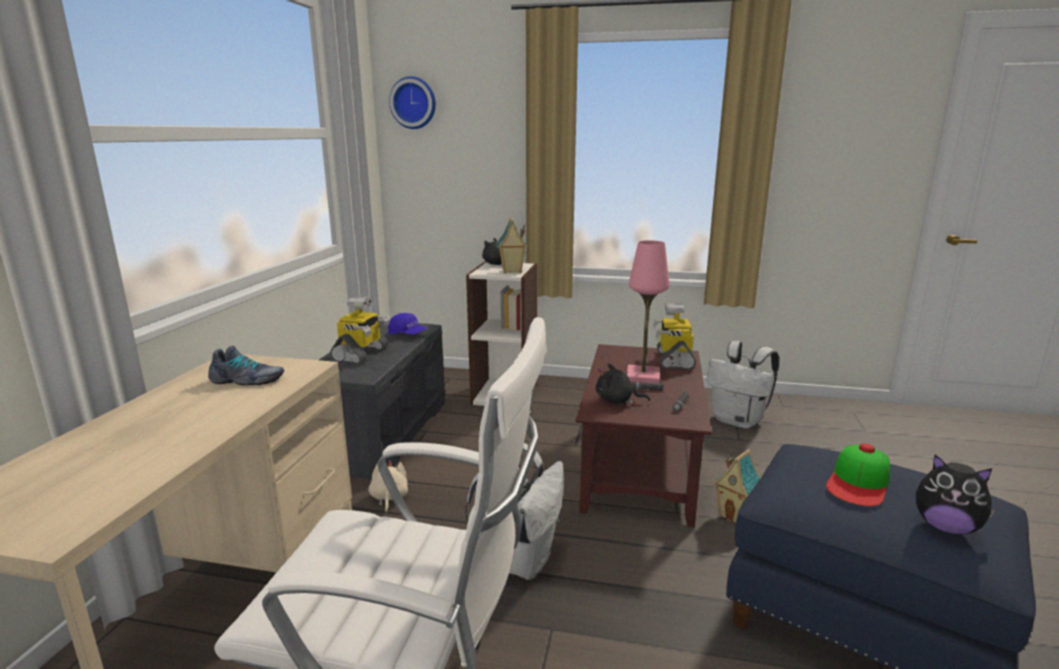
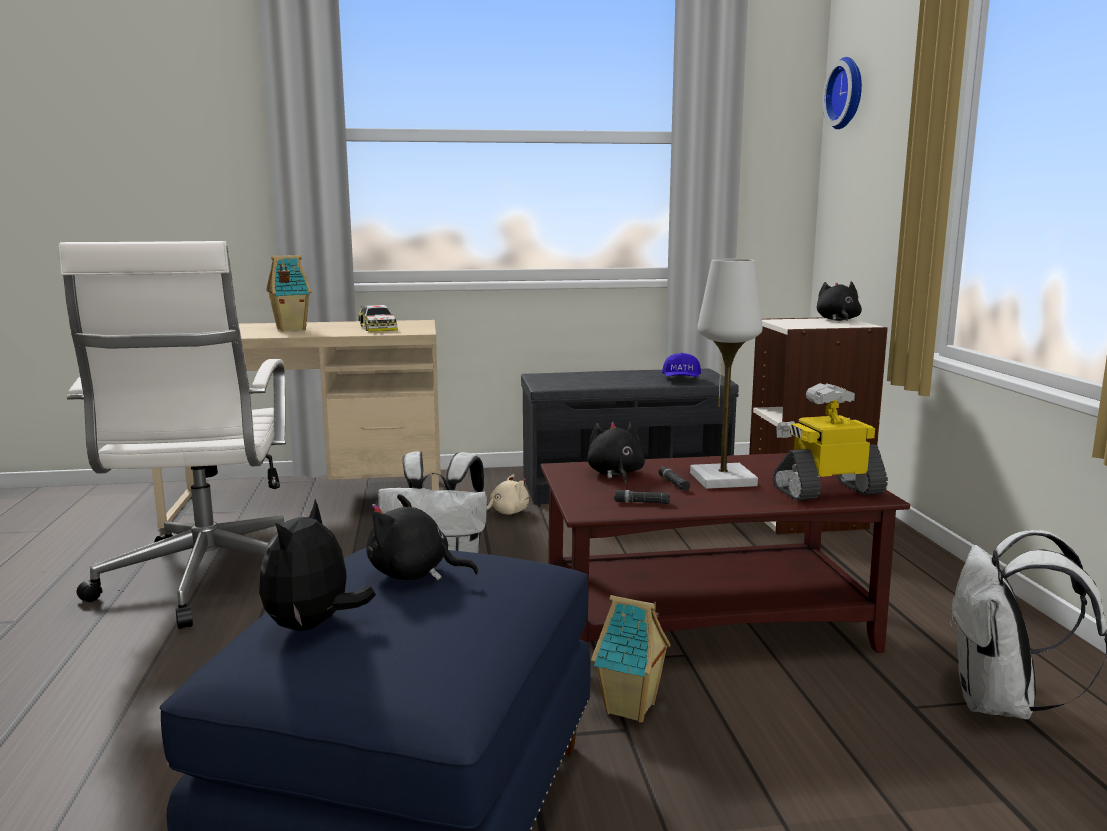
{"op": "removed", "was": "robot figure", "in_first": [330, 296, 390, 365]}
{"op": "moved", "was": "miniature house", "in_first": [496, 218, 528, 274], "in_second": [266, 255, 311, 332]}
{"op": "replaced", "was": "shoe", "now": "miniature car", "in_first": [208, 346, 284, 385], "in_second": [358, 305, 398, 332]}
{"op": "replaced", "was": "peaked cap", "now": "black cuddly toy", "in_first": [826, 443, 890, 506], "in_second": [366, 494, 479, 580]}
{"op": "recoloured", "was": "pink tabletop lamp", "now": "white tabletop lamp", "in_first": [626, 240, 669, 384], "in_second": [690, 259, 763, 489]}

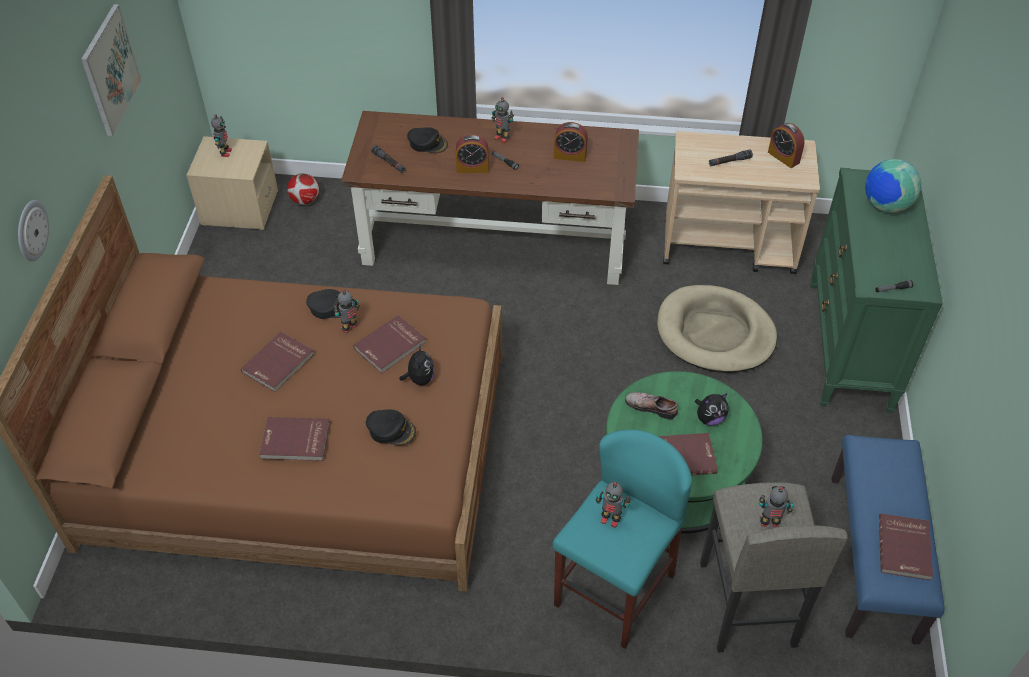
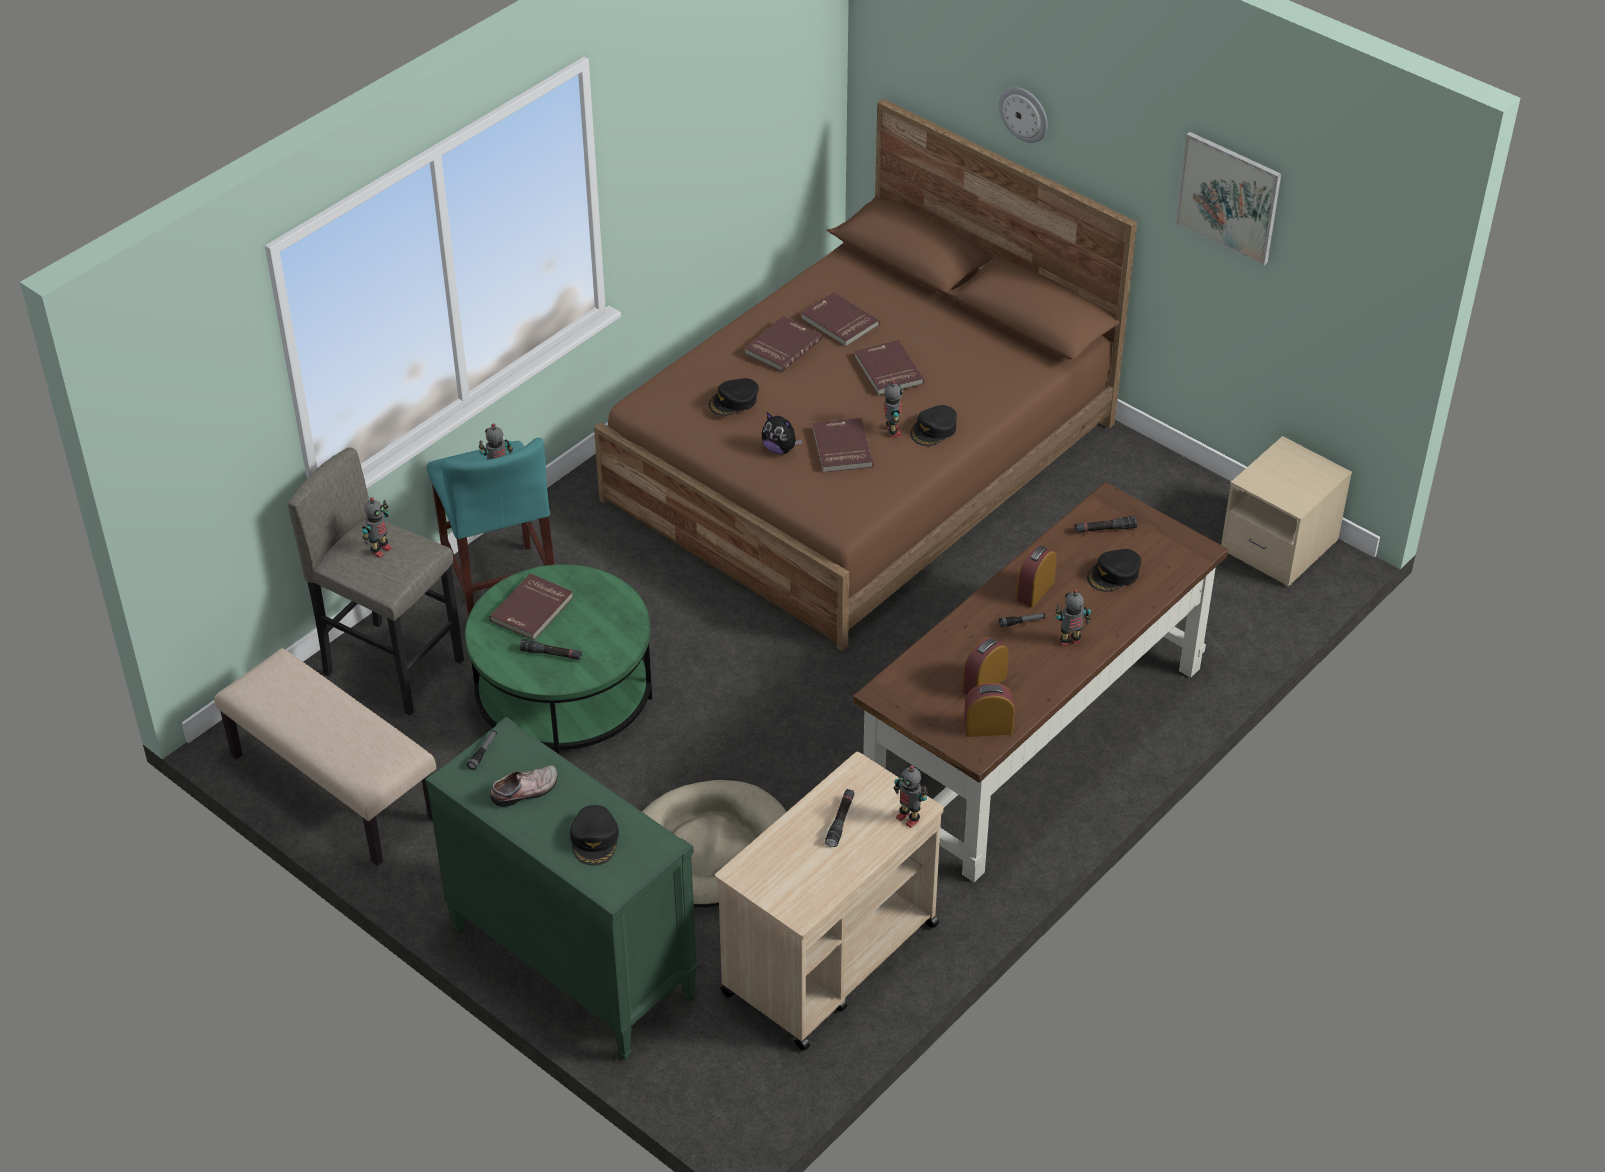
{"op": "removed", "was": "football ball", "in_first": [287, 173, 319, 205]}
{"op": "moved", "was": "robot figure", "in_first": [211, 115, 232, 157], "in_second": [894, 765, 928, 828]}
{"op": "moved", "was": "shoe", "in_first": [625, 392, 678, 419], "in_second": [490, 765, 558, 807]}
{"op": "moved", "was": "alarm clock", "in_first": [768, 123, 805, 168], "in_second": [964, 683, 1015, 737]}
{"op": "moved", "was": "red book", "in_first": [879, 514, 933, 580], "in_second": [801, 292, 880, 347]}
{"op": "replaced", "was": "cuddly toy", "now": "black torch", "in_first": [695, 393, 728, 426], "in_second": [520, 639, 582, 660]}
{"op": "replaced", "was": "globe", "now": "black peaked cap", "in_first": [865, 159, 921, 213], "in_second": [570, 805, 619, 866]}
{"op": "recoloured", "was": "blue-coloured indoor bench", "now": "sand-coloured indoor bench", "in_first": [832, 435, 945, 644], "in_second": [214, 648, 436, 866]}

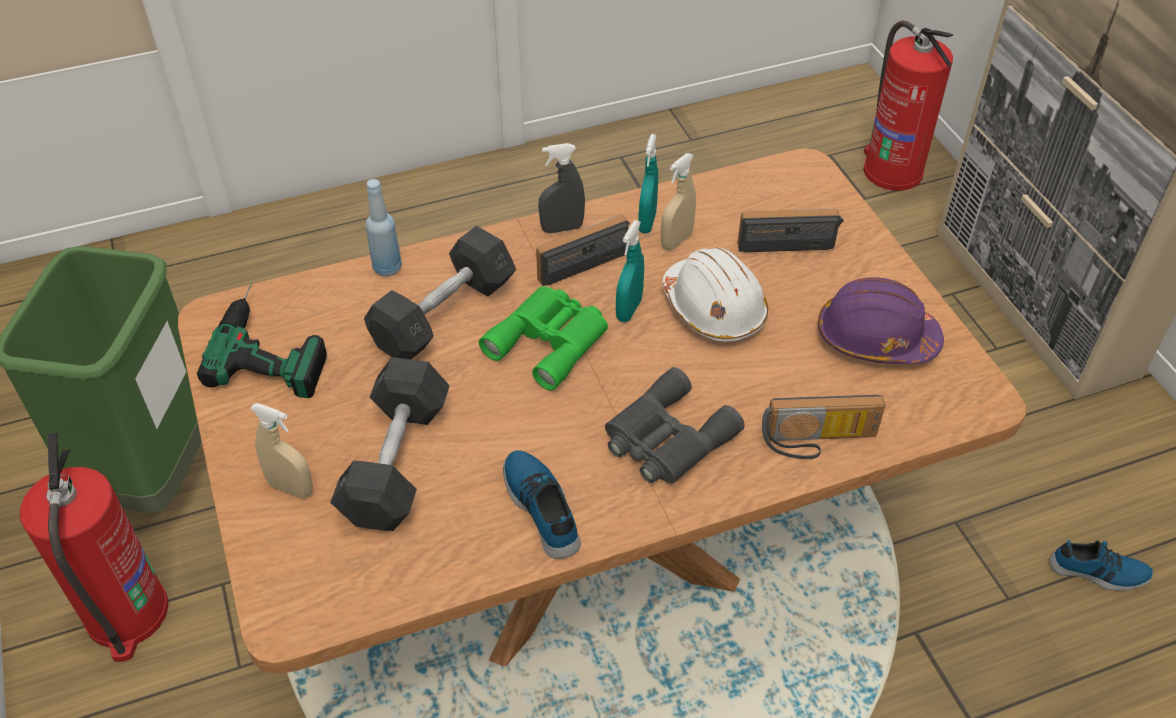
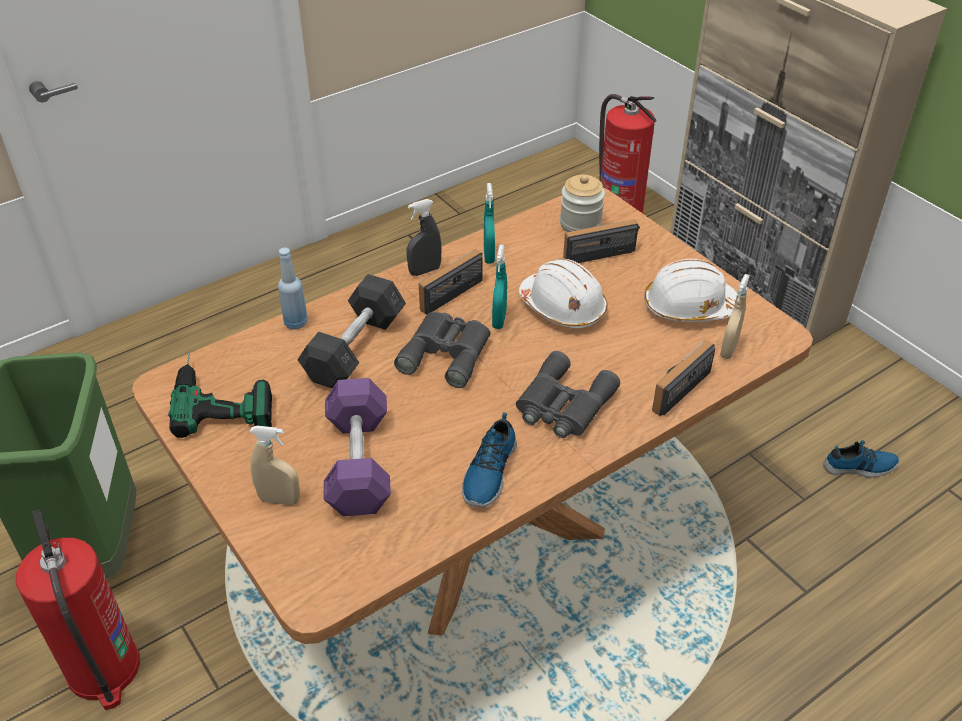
{"op": "added", "now": "storage jar", "in_second": [560, 174, 605, 232]}
{"op": "moved", "was": "sand-coloured spray bottle", "in_first": [661, 153, 696, 250], "in_second": [720, 274, 750, 359]}
{"op": "recoloured", "was": "greyish hand weight", "now": "purple hand weight", "in_first": [330, 357, 450, 531], "in_second": [323, 378, 391, 516]}
{"op": "recoloured", "was": "green binoculars", "now": "greyish binoculars", "in_first": [479, 287, 608, 391], "in_second": [394, 312, 490, 388]}
{"op": "recoloured", "was": "purple hard hat", "now": "white hard hat", "in_first": [818, 277, 944, 364], "in_second": [644, 259, 737, 322]}
{"op": "turned", "was": "shoe", "in_first": [503, 450, 581, 559], "in_second": [462, 412, 517, 507], "clockwise": -120}
{"op": "turned", "was": "radio set", "in_first": [762, 395, 885, 459], "in_second": [652, 340, 715, 416], "clockwise": 150}

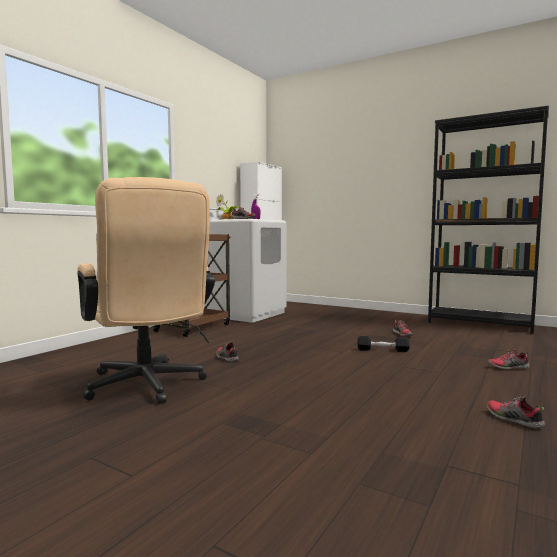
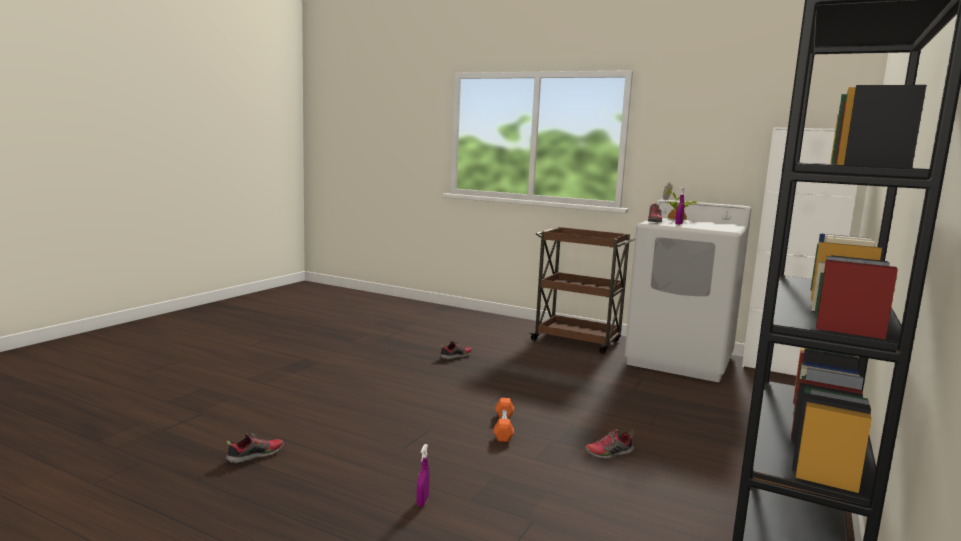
{"op": "removed", "was": "sand-coloured computer chair", "in_first": [77, 177, 215, 404]}
{"op": "replaced", "was": "shoe", "now": "purple spray bottle", "in_first": [487, 349, 530, 370], "in_second": [417, 444, 430, 507]}
{"op": "recoloured", "was": "black hand weight", "now": "orange hand weight", "in_first": [357, 336, 410, 352], "in_second": [494, 398, 514, 442]}

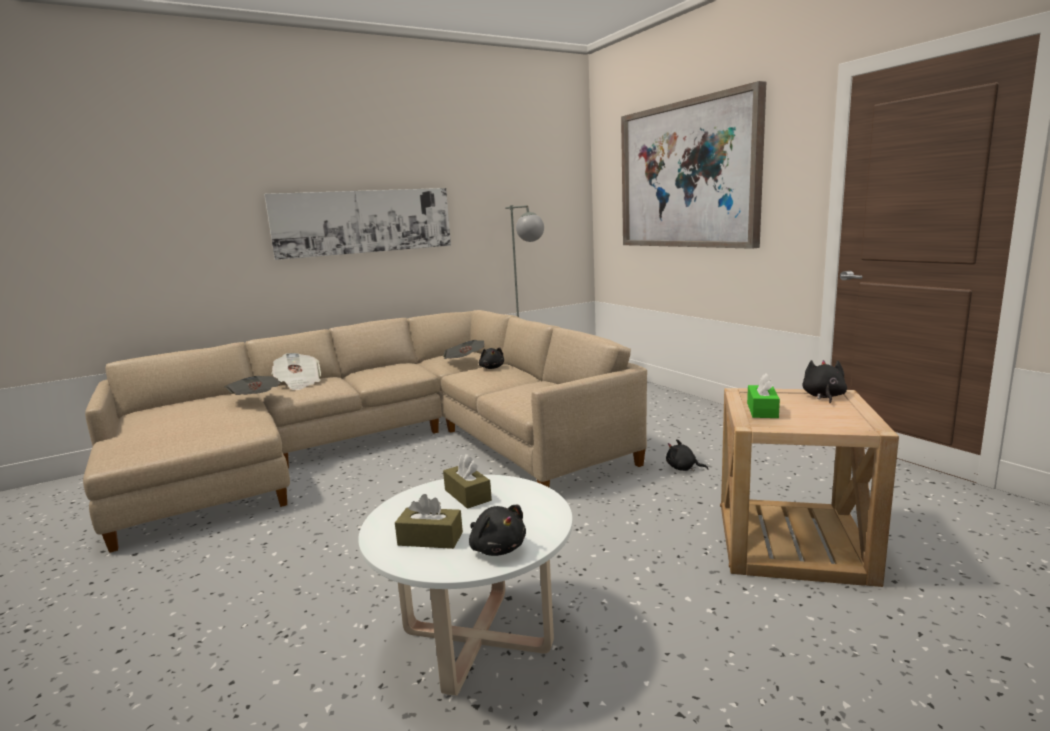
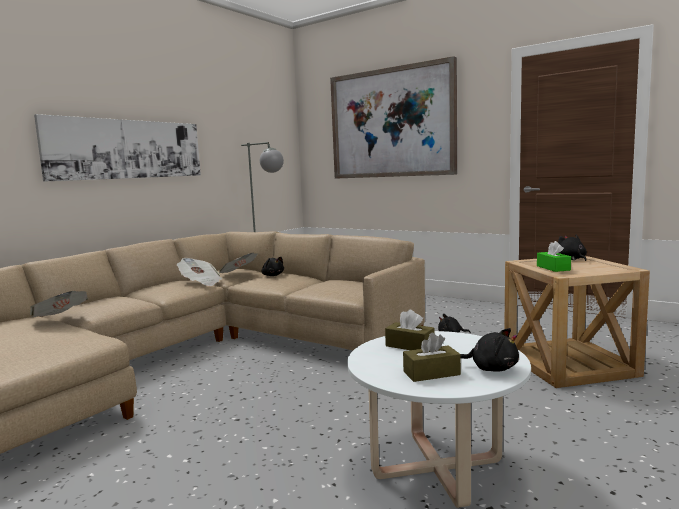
{"op": "moved", "was": "printed paper", "in_first": [271, 353, 321, 390], "in_second": [177, 258, 223, 286]}

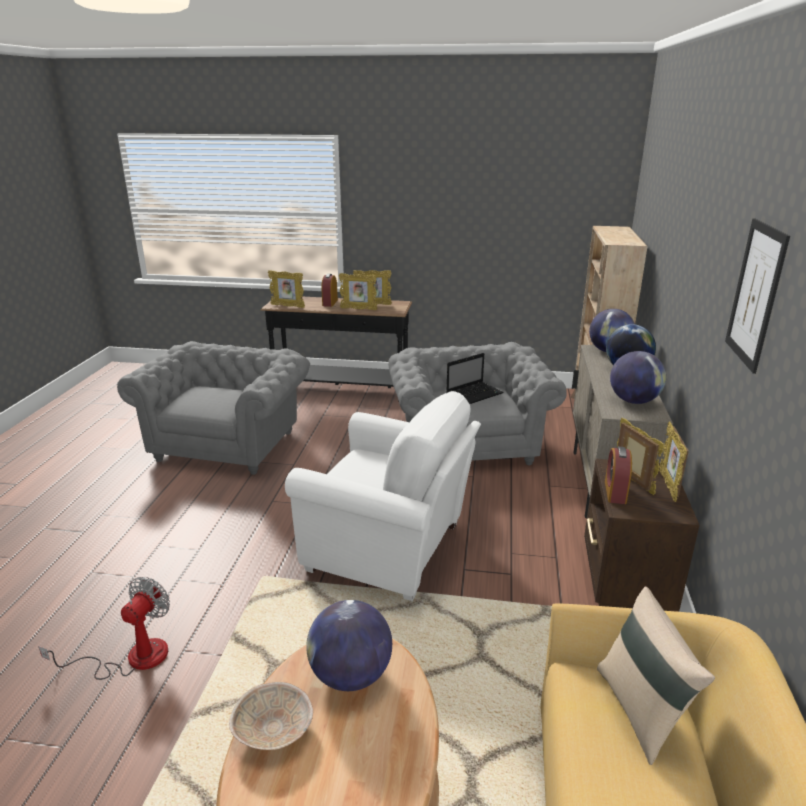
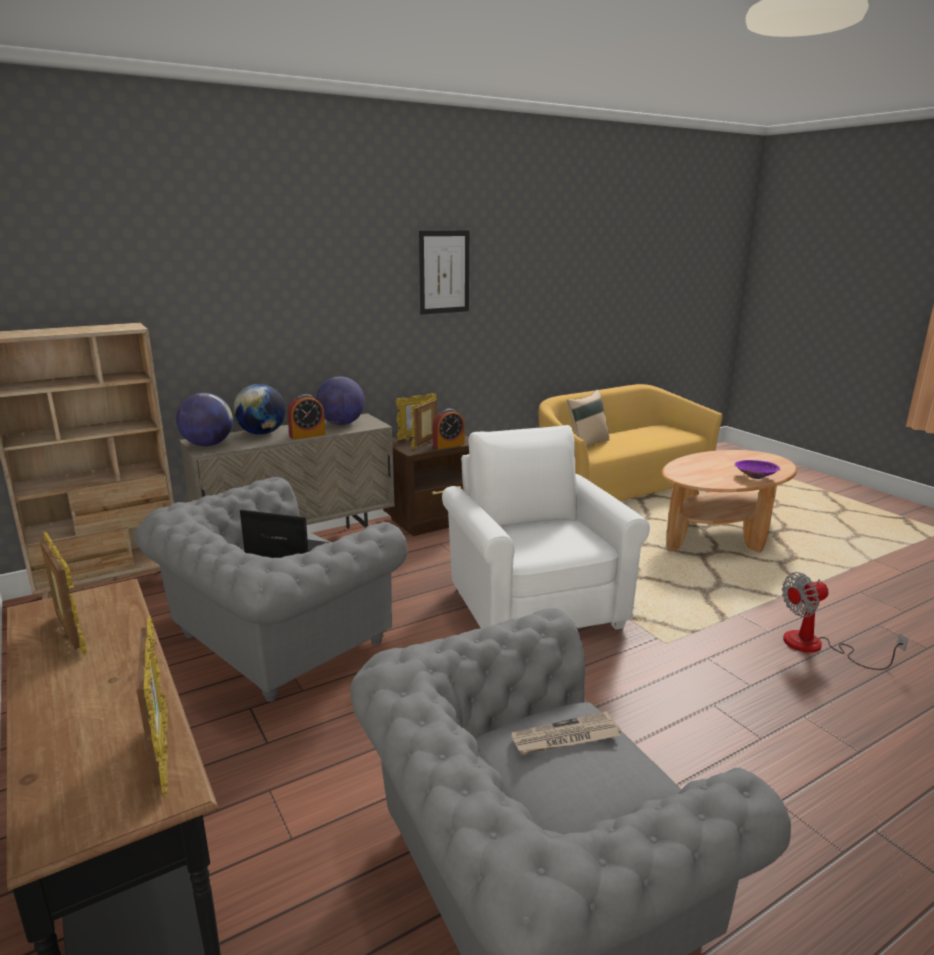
{"op": "removed", "was": "globe", "in_first": [306, 600, 392, 691]}
{"op": "removed", "was": "picture frame", "in_first": [339, 273, 377, 310]}
{"op": "added", "now": "printed paper", "in_second": [511, 711, 621, 755]}
{"op": "moved", "was": "alarm clock", "in_first": [321, 274, 338, 307], "in_second": [287, 394, 326, 440]}
{"op": "recoloured", "was": "sand-coloured bowl", "now": "purple bowl", "in_first": [229, 682, 313, 750], "in_second": [735, 460, 780, 479]}

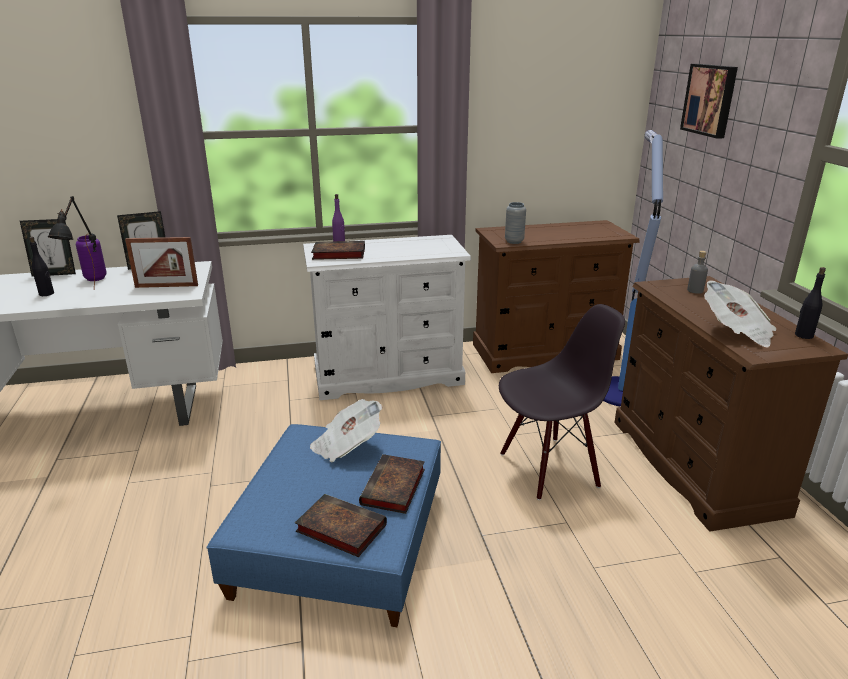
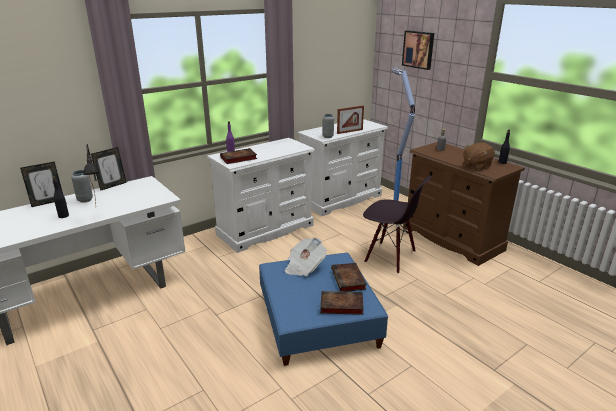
{"op": "moved", "was": "picture frame", "in_first": [125, 237, 198, 288], "in_second": [337, 105, 364, 134]}
{"op": "replaced", "was": "printed paper", "now": "brownish cuddly toy", "in_first": [704, 280, 776, 348], "in_second": [463, 143, 495, 170]}
{"op": "recoloured", "was": "purple vase", "now": "greyish vase", "in_first": [76, 235, 107, 281], "in_second": [71, 170, 93, 203]}
{"op": "recoloured", "was": "brownish dresser", "now": "white dresser", "in_first": [473, 220, 639, 373], "in_second": [297, 119, 388, 216]}
{"op": "turned", "was": "black upright chair", "in_first": [499, 304, 625, 500], "in_second": [363, 176, 432, 274], "clockwise": 75}

